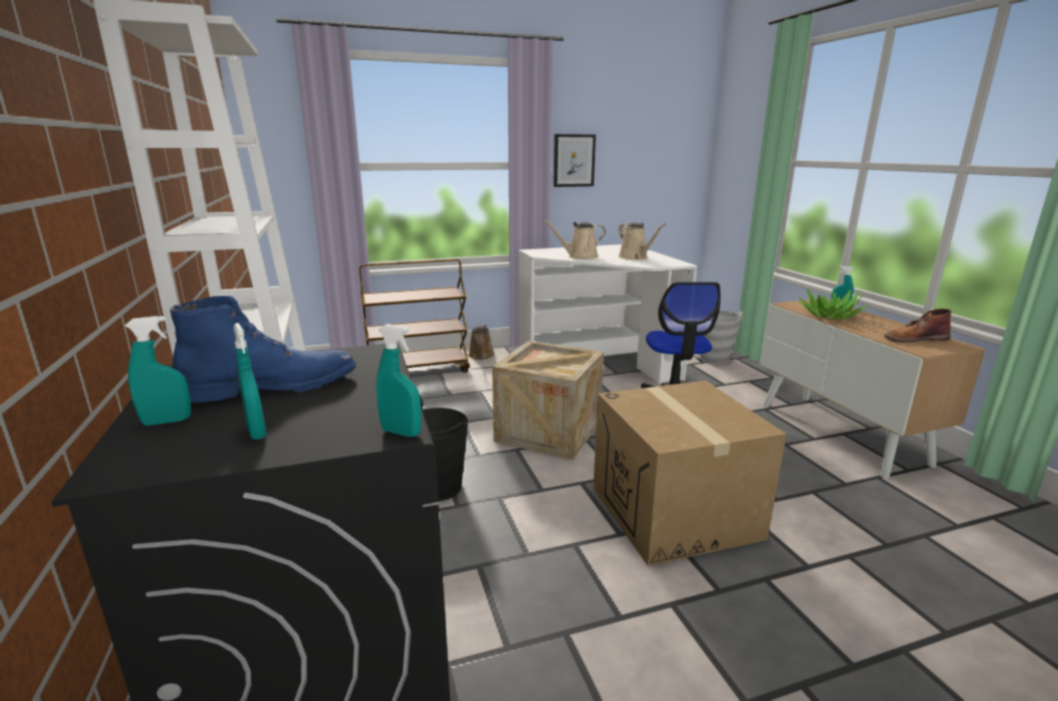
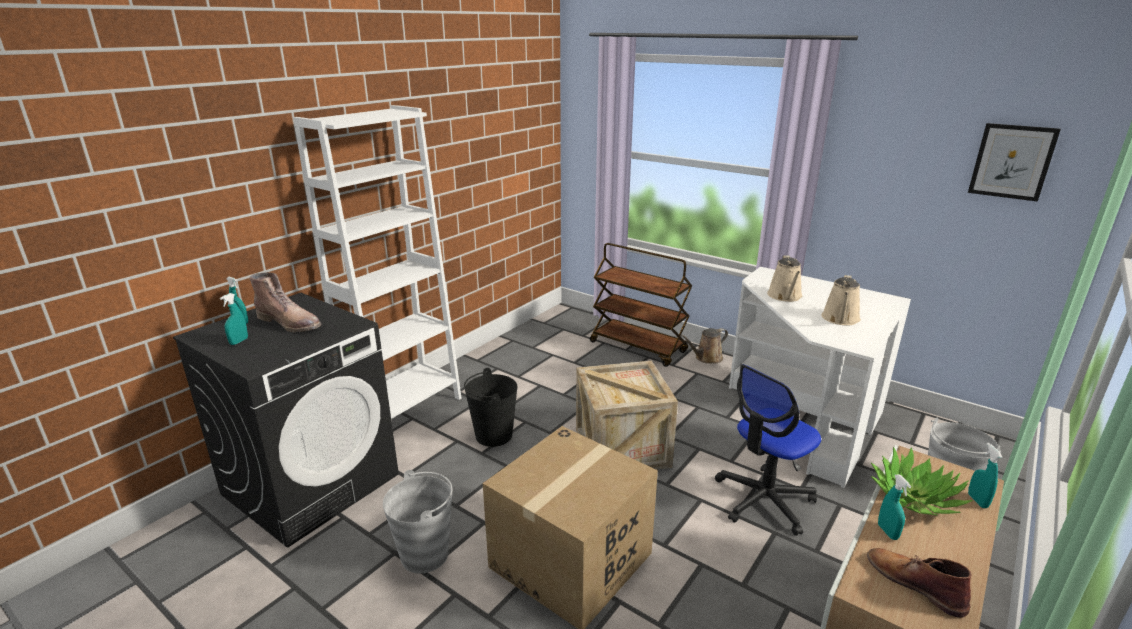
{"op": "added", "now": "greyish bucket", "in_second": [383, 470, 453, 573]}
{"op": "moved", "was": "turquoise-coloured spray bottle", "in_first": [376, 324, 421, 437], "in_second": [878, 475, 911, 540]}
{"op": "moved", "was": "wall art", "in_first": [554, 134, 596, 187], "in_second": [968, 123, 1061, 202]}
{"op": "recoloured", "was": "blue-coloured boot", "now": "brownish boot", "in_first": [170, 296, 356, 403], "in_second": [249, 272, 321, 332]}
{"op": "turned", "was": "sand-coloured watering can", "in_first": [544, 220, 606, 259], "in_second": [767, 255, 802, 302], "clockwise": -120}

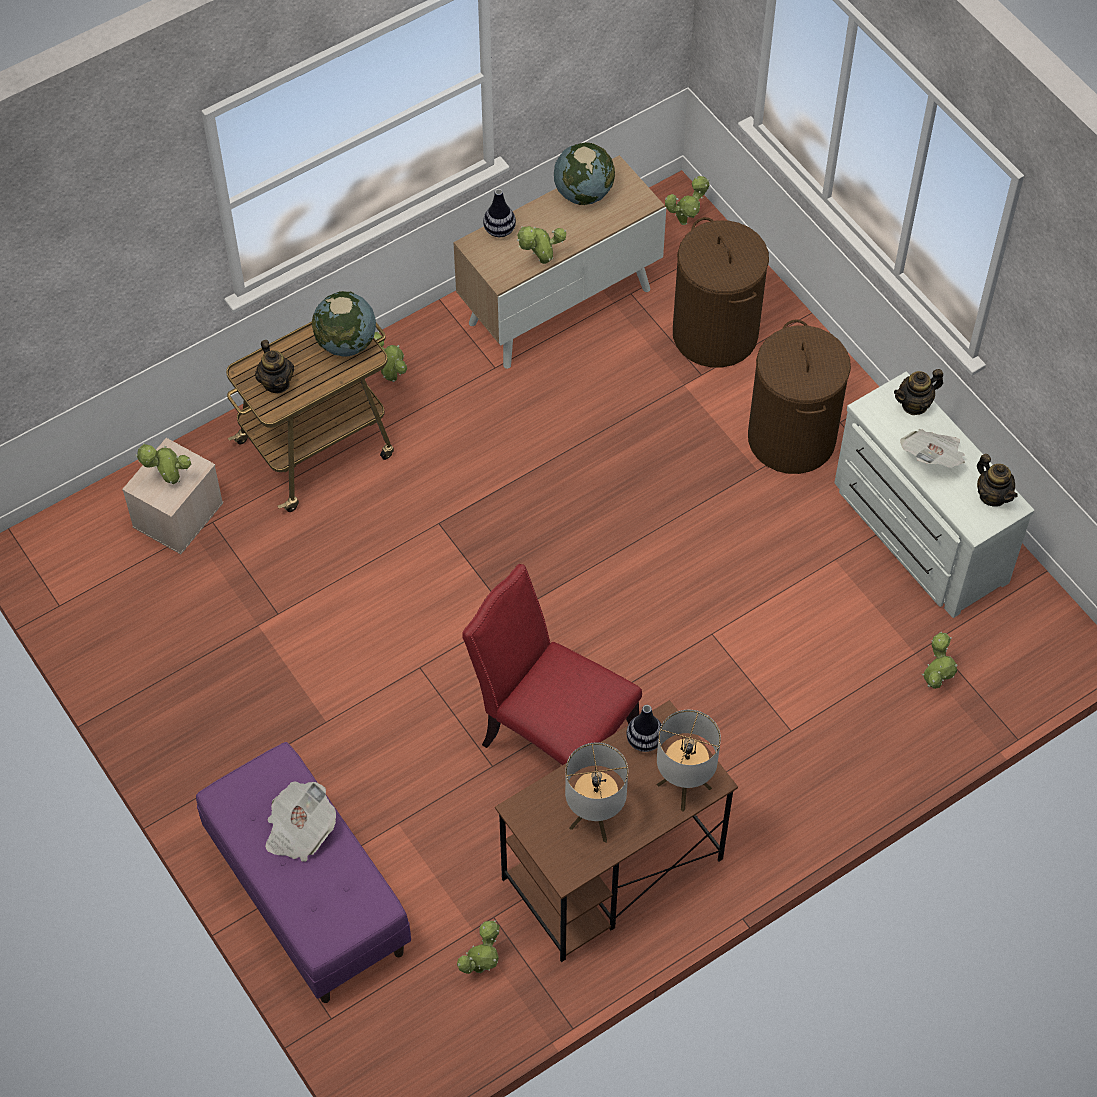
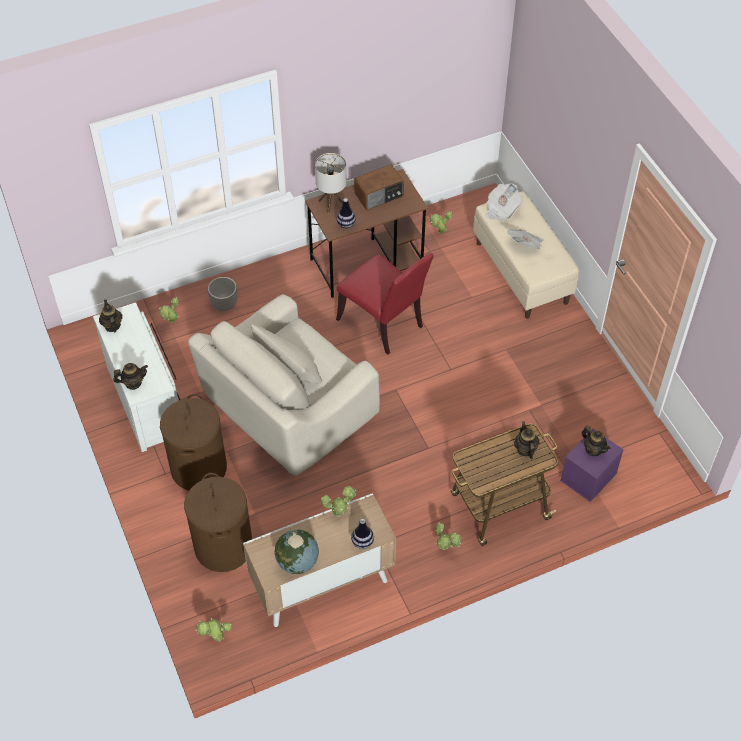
{"op": "removed", "was": "globe", "in_first": [312, 291, 376, 357]}
{"op": "added", "now": "sand-coloured armchair", "in_second": [188, 294, 380, 476]}
{"op": "added", "now": "plant pot", "in_second": [208, 277, 237, 311]}
{"op": "moved", "was": "printed paper", "in_first": [900, 429, 965, 468], "in_second": [485, 183, 522, 222]}
{"op": "replaced", "was": "houseplant", "now": "teapot", "in_first": [135, 443, 191, 484], "in_second": [582, 426, 610, 456]}
{"op": "replaced", "was": "tabletop lamp", "now": "radio set", "in_first": [565, 742, 628, 843], "in_second": [354, 165, 404, 210]}
{"op": "recoloured", "was": "sand-coloured storage box", "now": "purple storage box", "in_first": [122, 438, 223, 554], "in_second": [560, 429, 624, 502]}
{"op": "recoloured", "was": "purple indoor bench", "now": "sand-coloured indoor bench", "in_first": [196, 742, 411, 1003], "in_second": [473, 191, 579, 319]}

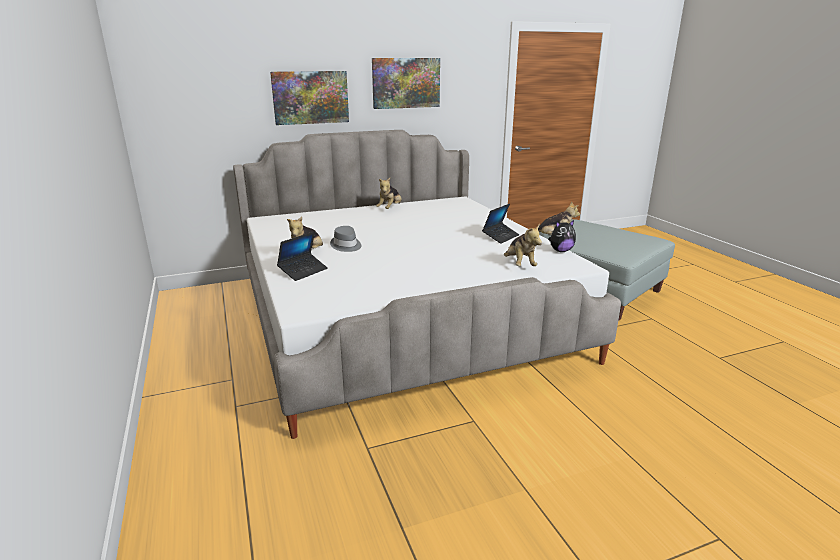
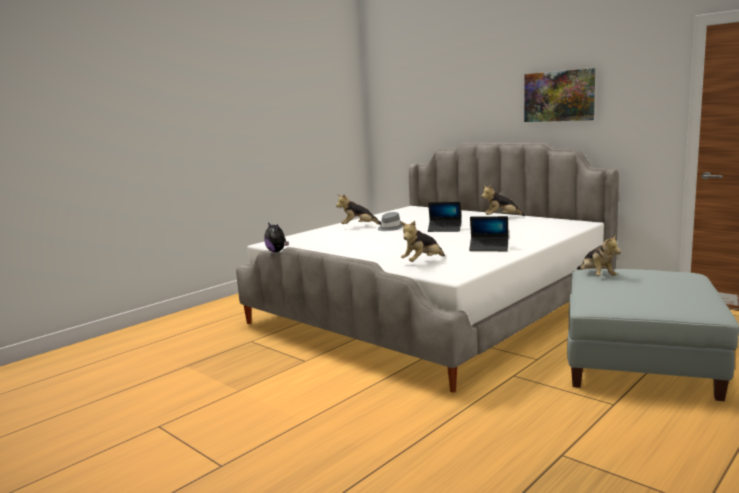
{"op": "removed", "was": "wall art", "in_first": [270, 71, 349, 125]}
{"op": "moved", "was": "portable computer", "in_first": [277, 232, 328, 281], "in_second": [428, 202, 461, 232]}
{"op": "moved", "was": "cuddly toy", "in_first": [548, 220, 576, 252], "in_second": [264, 222, 289, 252]}

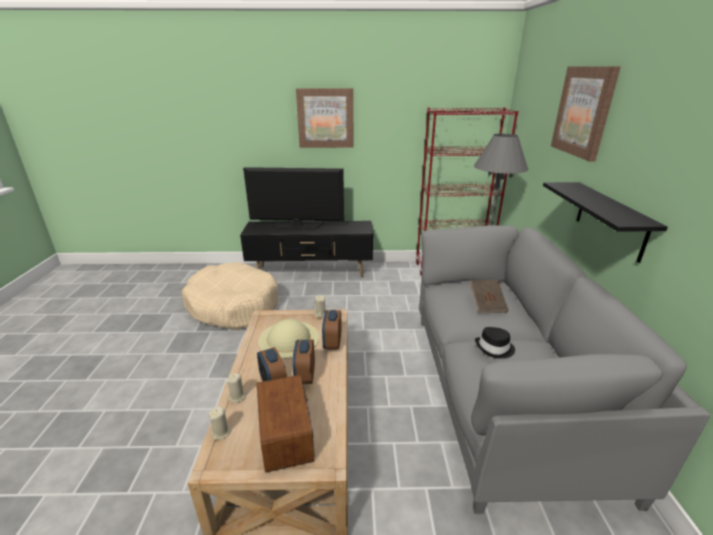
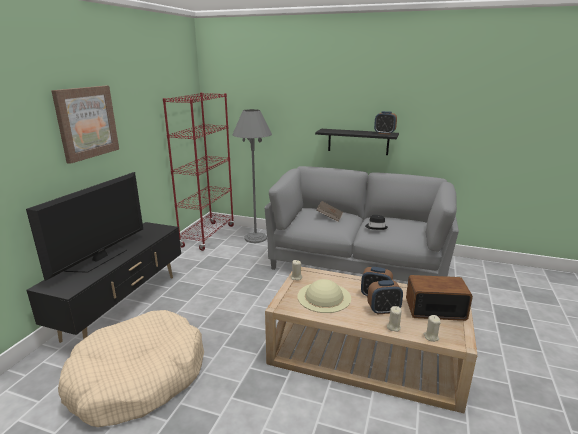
{"op": "removed", "was": "wall art", "in_first": [551, 66, 621, 162]}
{"op": "moved", "was": "alarm clock", "in_first": [322, 310, 342, 349], "in_second": [374, 111, 397, 135]}

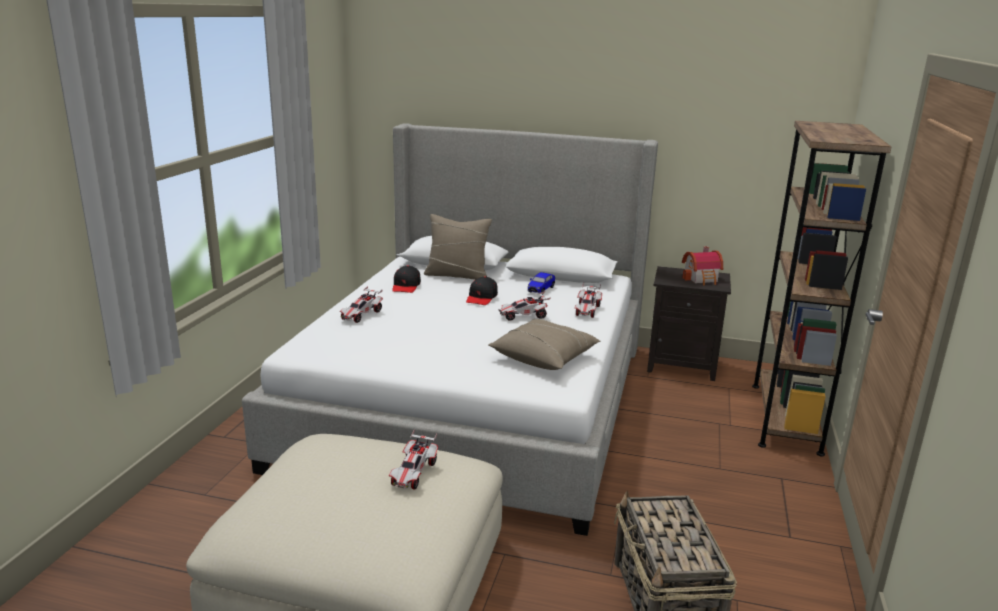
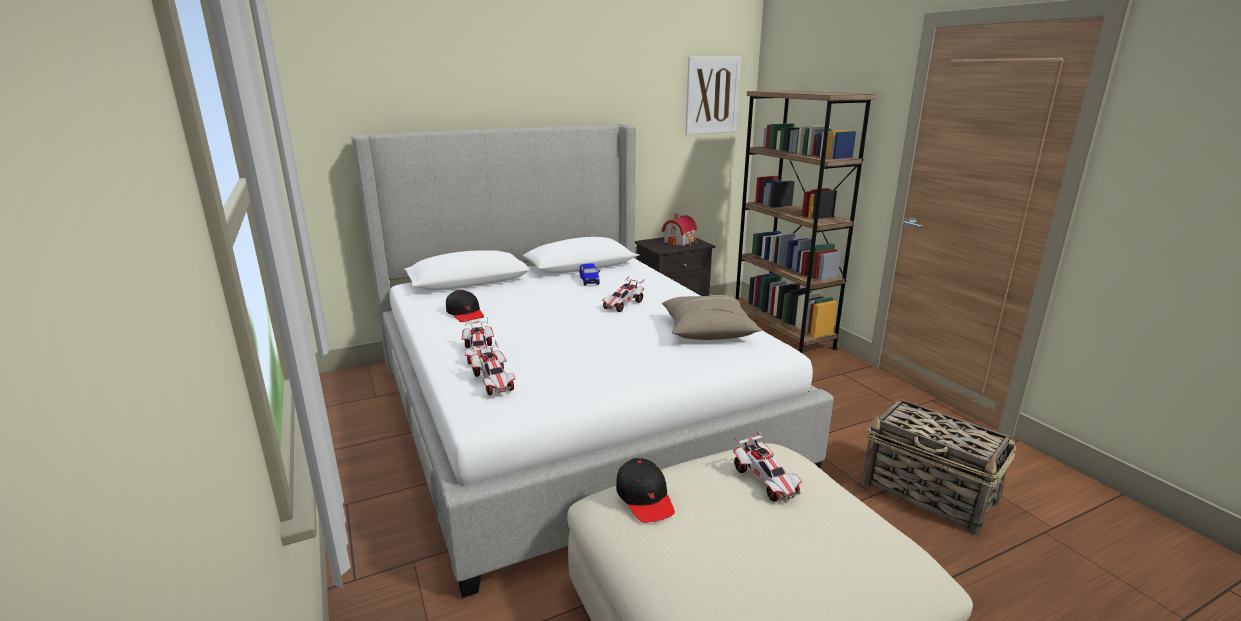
{"op": "removed", "was": "sand-coloured pillow", "in_first": [424, 214, 492, 280]}
{"op": "added", "now": "wall art", "in_second": [686, 56, 741, 134]}
{"op": "moved", "was": "black peaked cap", "in_first": [466, 276, 498, 305], "in_second": [616, 458, 675, 523]}
{"op": "moved", "was": "miniature car", "in_first": [575, 283, 602, 318], "in_second": [470, 340, 515, 395]}

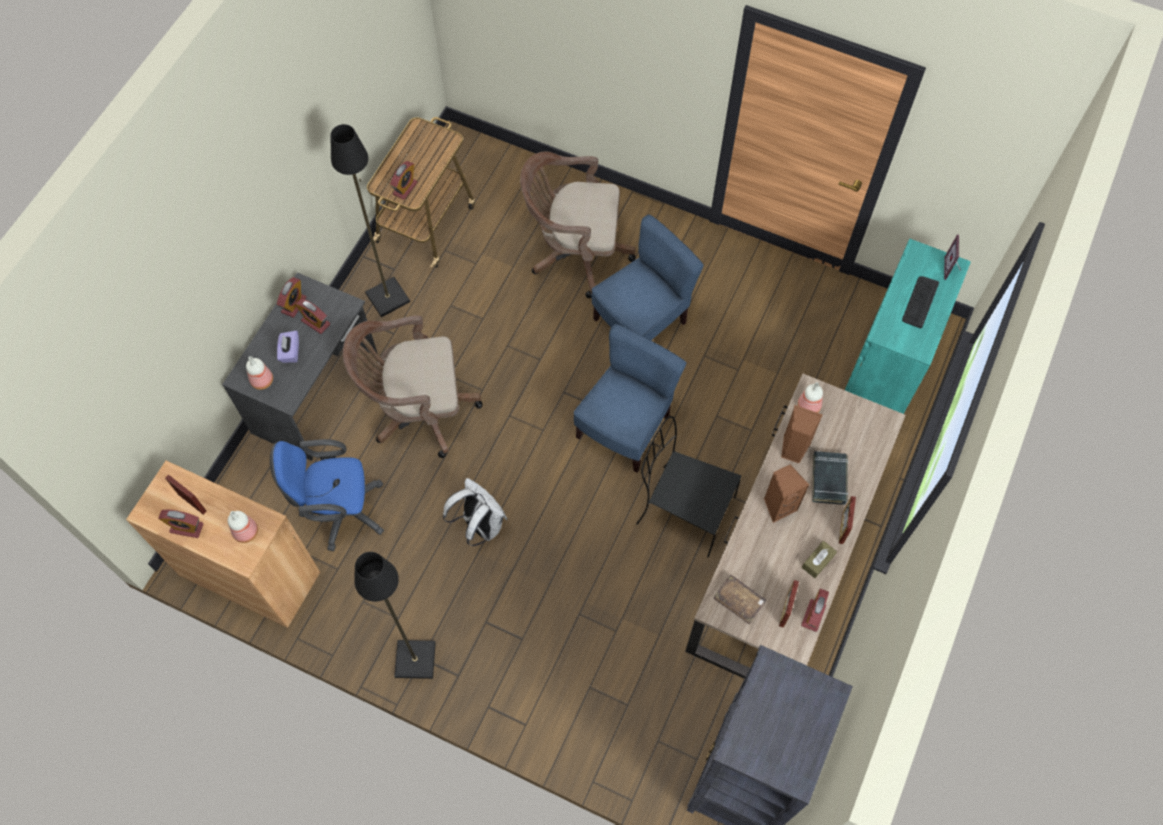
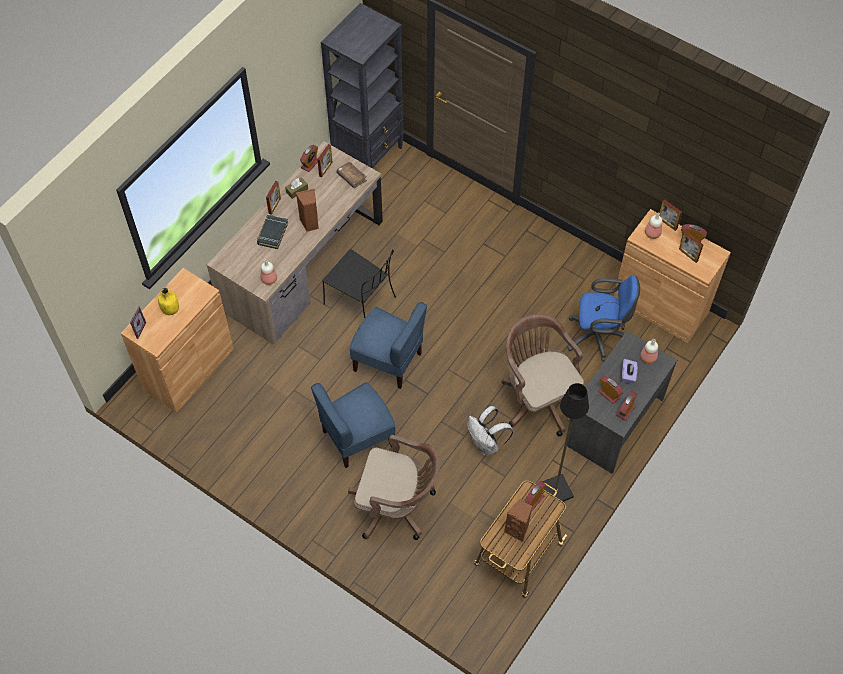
{"op": "removed", "was": "black floor lamp", "in_first": [354, 552, 436, 679]}
{"op": "added", "now": "picture frame", "in_second": [659, 199, 682, 231]}
{"op": "moved", "was": "white backpack", "in_first": [443, 478, 507, 546], "in_second": [467, 406, 513, 456]}
{"op": "moved", "was": "brownish speaker", "in_first": [781, 405, 823, 463], "in_second": [504, 499, 532, 543]}
{"op": "replaced", "was": "keyboard", "now": "yellowish beverage bottle", "in_first": [902, 276, 939, 329], "in_second": [158, 287, 179, 315]}
{"op": "recoloured", "was": "turquoise-coloured storage cabinet", "now": "brownish storage cabinet", "in_first": [845, 238, 971, 414], "in_second": [121, 268, 234, 413]}
{"op": "turned", "was": "brownish computer chair", "in_first": [343, 315, 483, 458], "in_second": [501, 313, 585, 436], "clockwise": -120}
{"op": "turned", "was": "blue-coloured upright chair", "in_first": [574, 324, 687, 473], "in_second": [349, 302, 427, 389], "clockwise": -105}

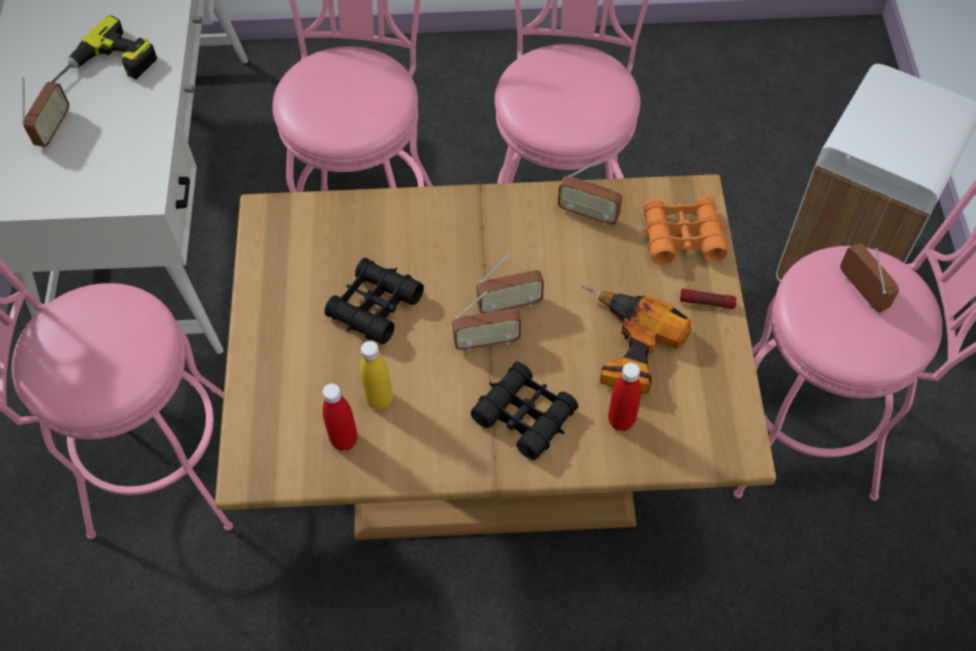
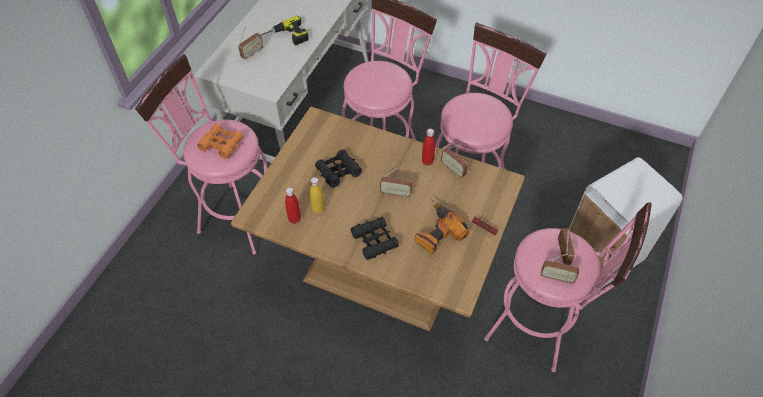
{"op": "moved", "was": "radio set", "in_first": [452, 291, 521, 352], "in_second": [541, 253, 579, 284]}
{"op": "moved", "was": "red beverage bottle", "in_first": [608, 362, 641, 431], "in_second": [422, 129, 435, 166]}
{"op": "moved", "was": "orange binoculars", "in_first": [642, 197, 728, 265], "in_second": [197, 124, 243, 159]}

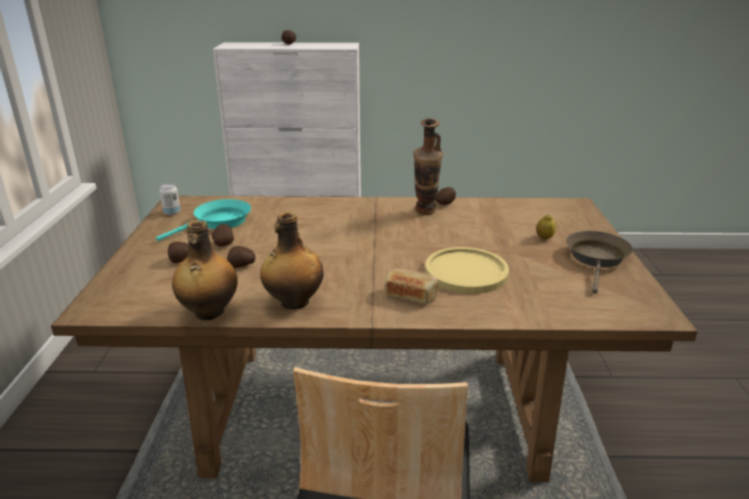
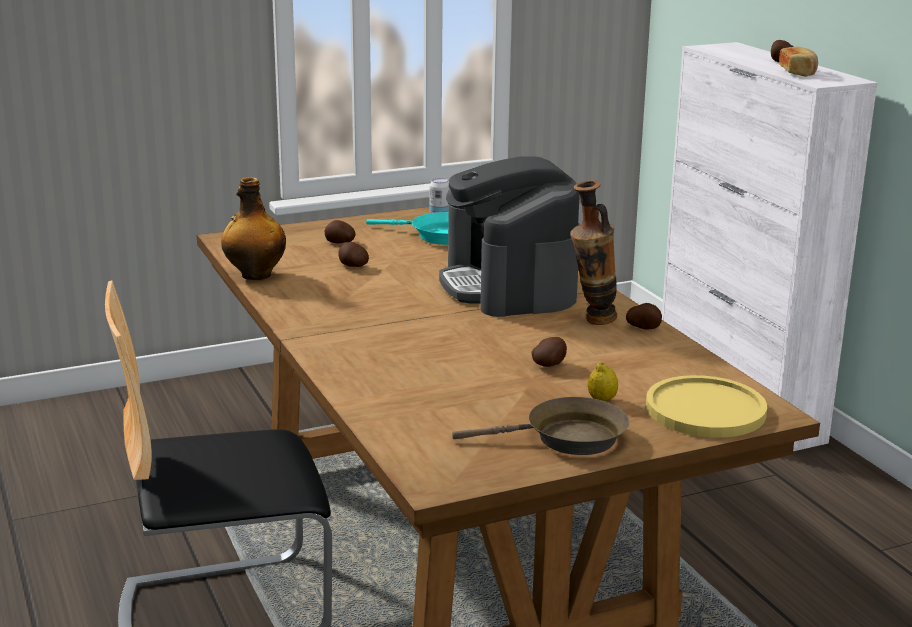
{"op": "removed", "was": "beverage bottle", "in_first": [260, 212, 323, 309]}
{"op": "added", "now": "coffee maker", "in_second": [439, 156, 580, 317]}
{"op": "moved", "was": "whole potato", "in_first": [212, 224, 234, 246], "in_second": [532, 337, 567, 367]}
{"op": "moved", "was": "bread", "in_first": [385, 269, 438, 304], "in_second": [779, 46, 818, 77]}
{"op": "moved", "was": "yellowish dinner plate", "in_first": [425, 247, 509, 294], "in_second": [646, 375, 767, 438]}

